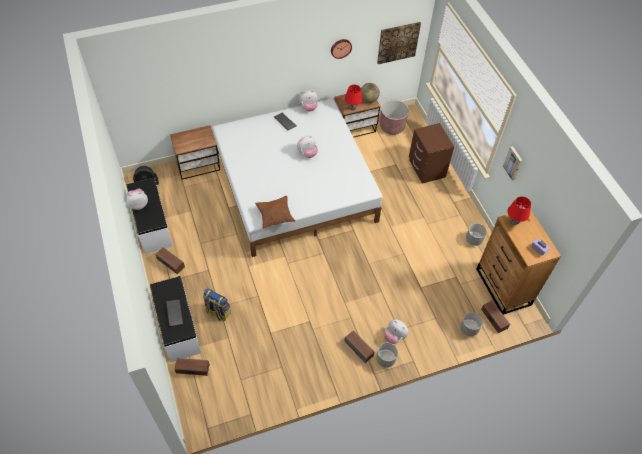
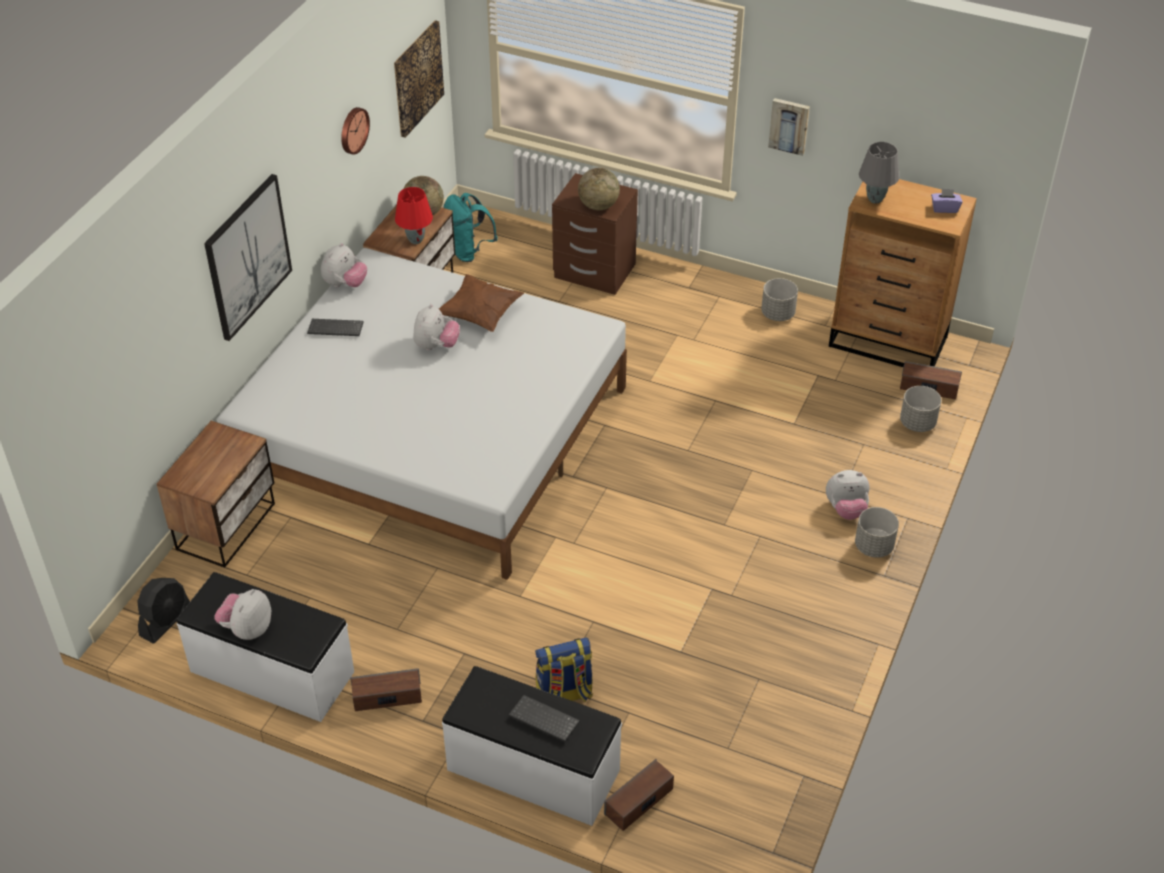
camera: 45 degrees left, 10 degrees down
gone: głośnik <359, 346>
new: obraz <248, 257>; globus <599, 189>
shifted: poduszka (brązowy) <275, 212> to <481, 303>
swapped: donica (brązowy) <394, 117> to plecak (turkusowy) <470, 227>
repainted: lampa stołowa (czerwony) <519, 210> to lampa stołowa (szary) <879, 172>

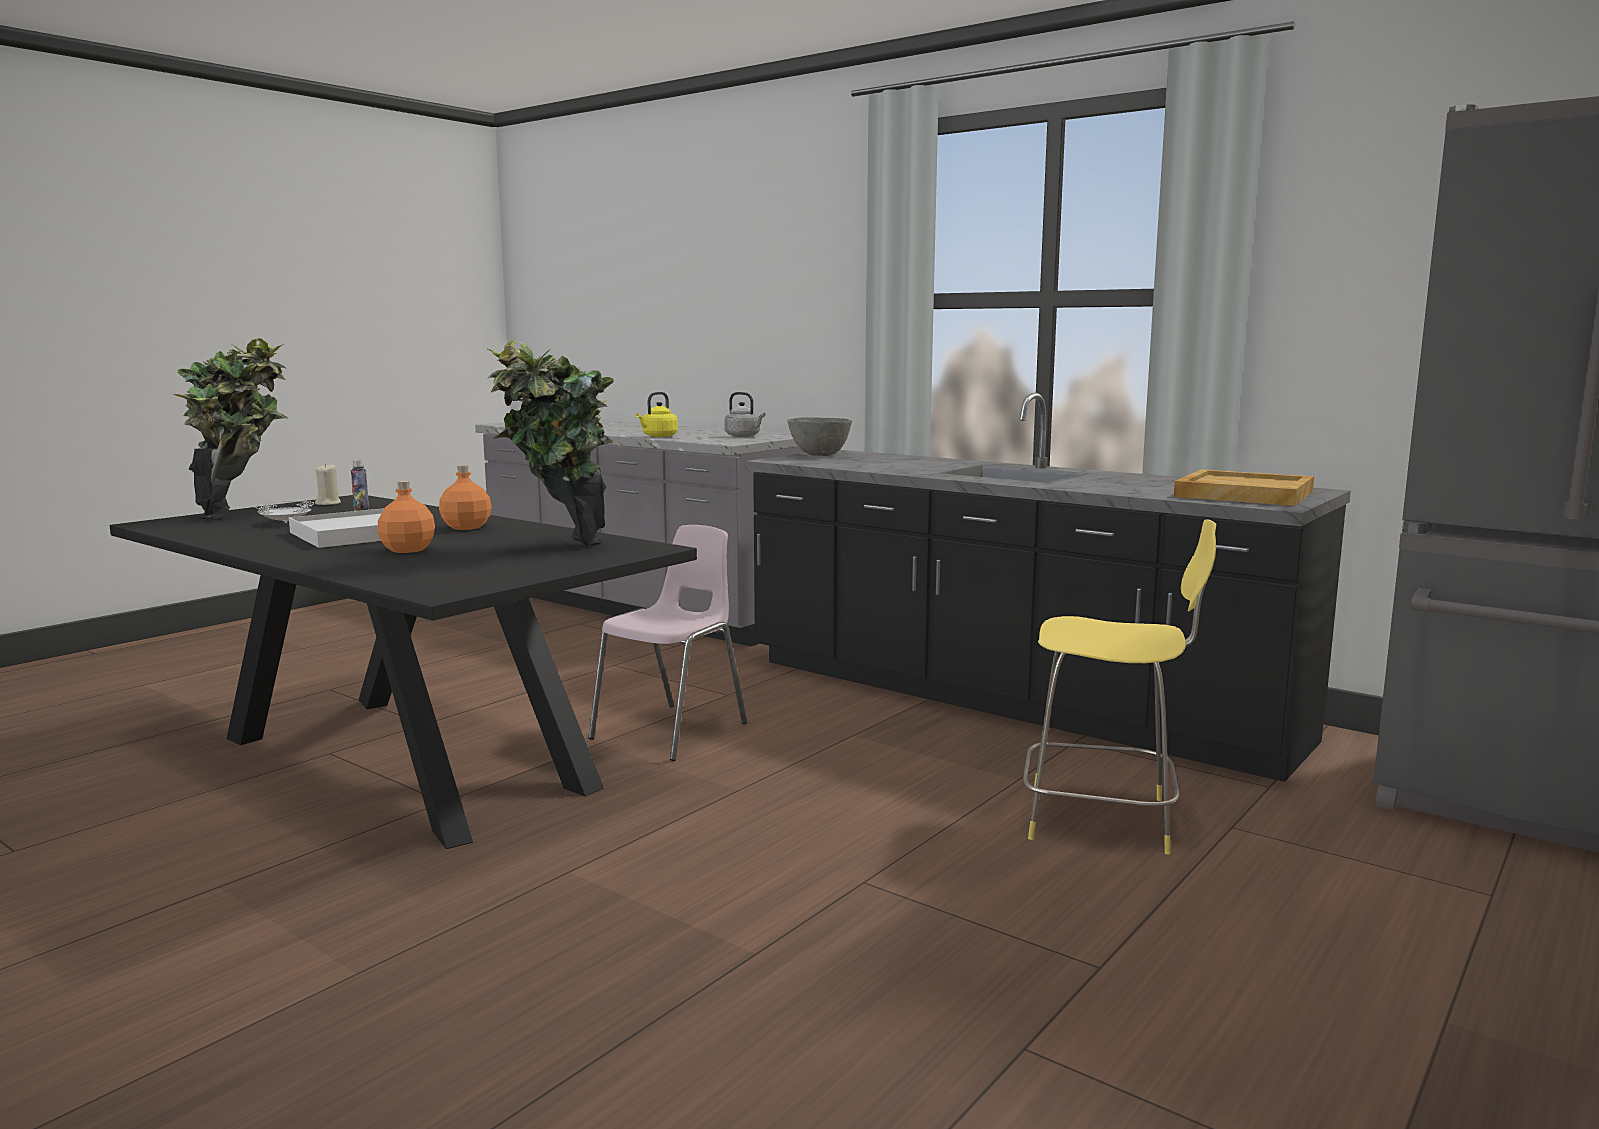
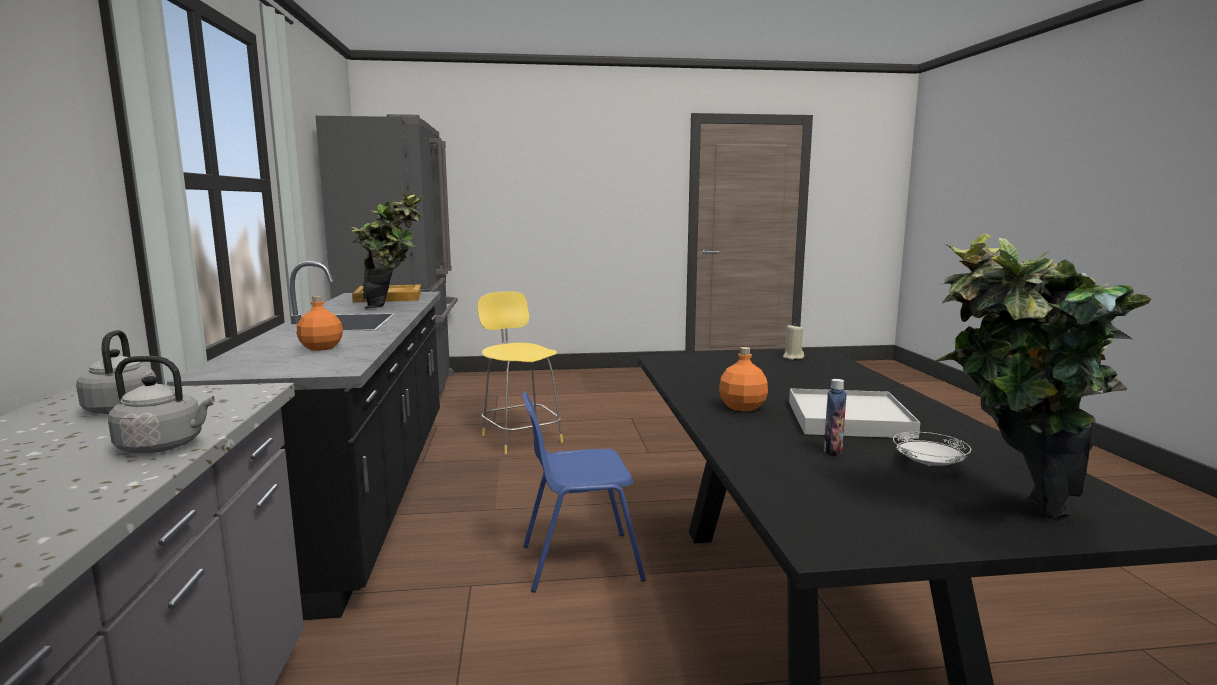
camera: 135 degrees left, 0 degrees up
gone: miska (szary) <819, 436>
shifted: świeca (beżowy) <328, 484> to <793, 342>; butelka (pomarańczowy) <406, 517> to <320, 323>; roślina doniczkowa <550, 443> to <387, 250>
repainted: krzesło (różowy) <667, 643> to krzesło (niebieski) <584, 492>; czajnik (żółty) <657, 414> to czajnik (szary) <161, 404>

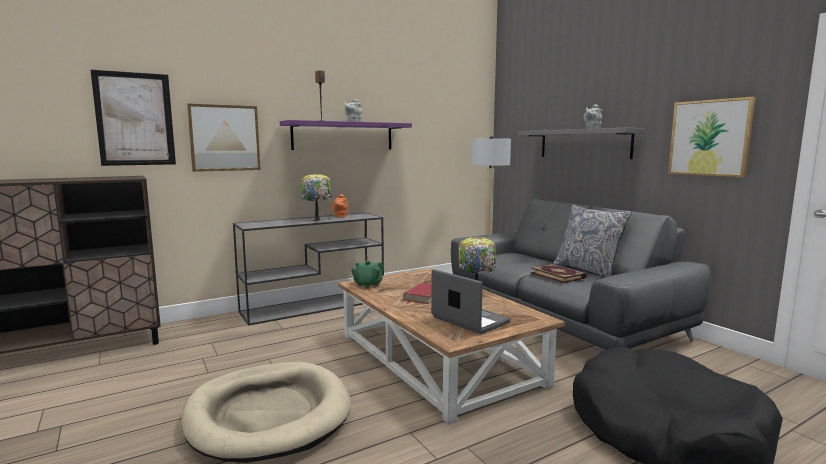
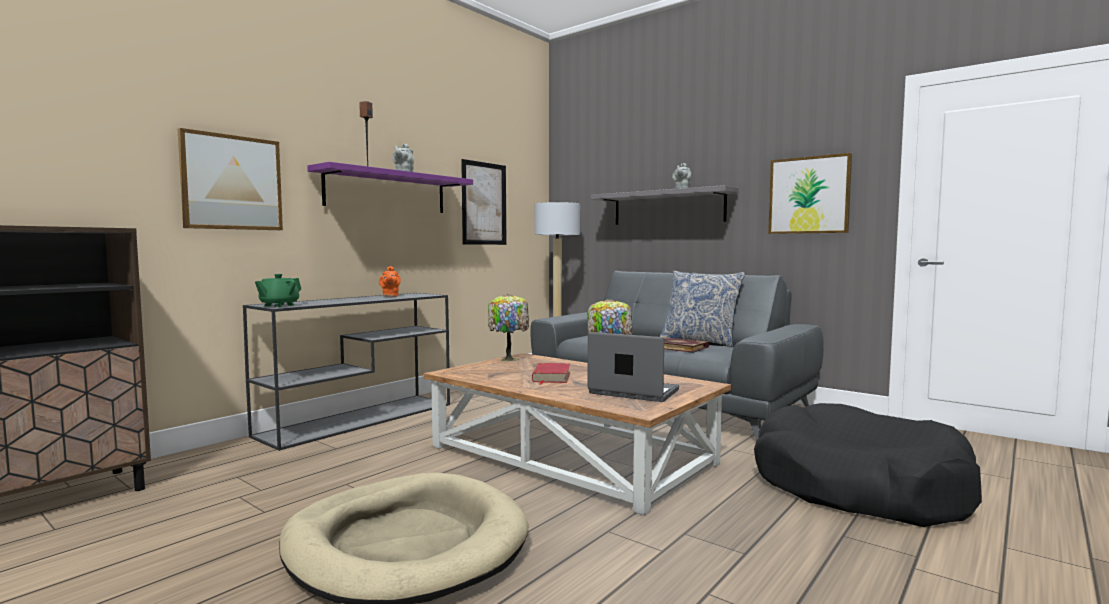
camera: 20 degrees left, 5 degrees down
shifted: obraz <133, 118> to <483, 202>; lampa stołowa <316, 197> to <508, 327>; imbryk (zielony) <367, 274> to <278, 290>

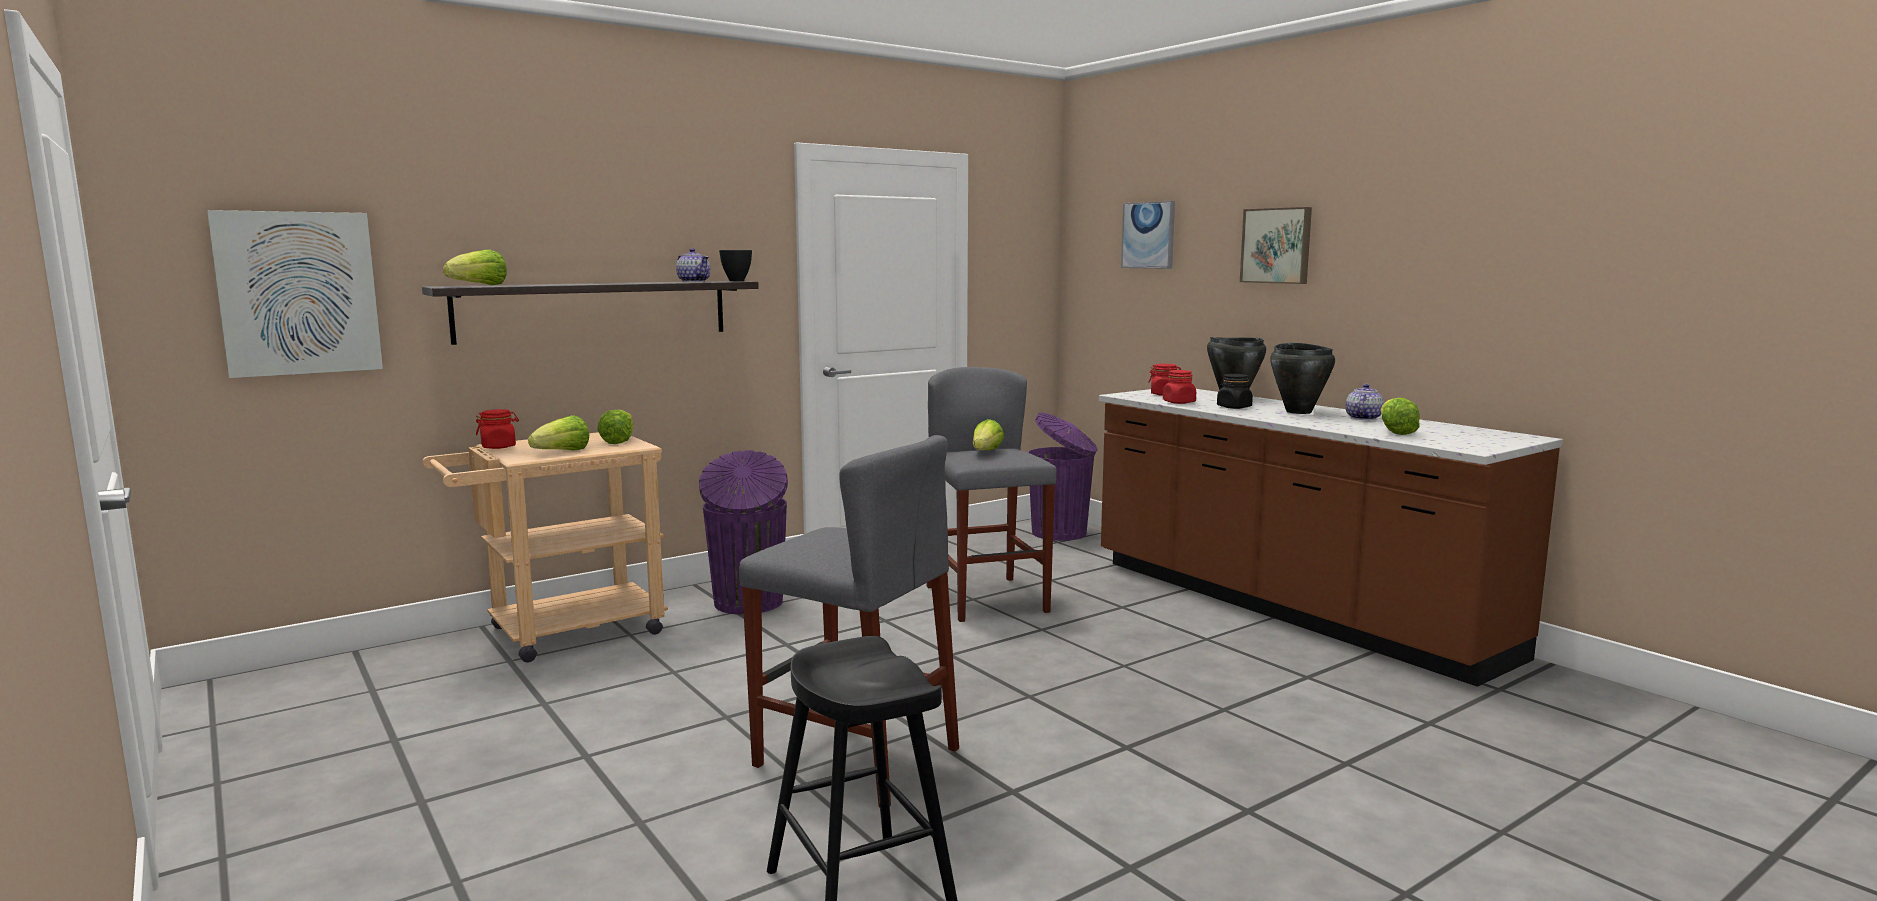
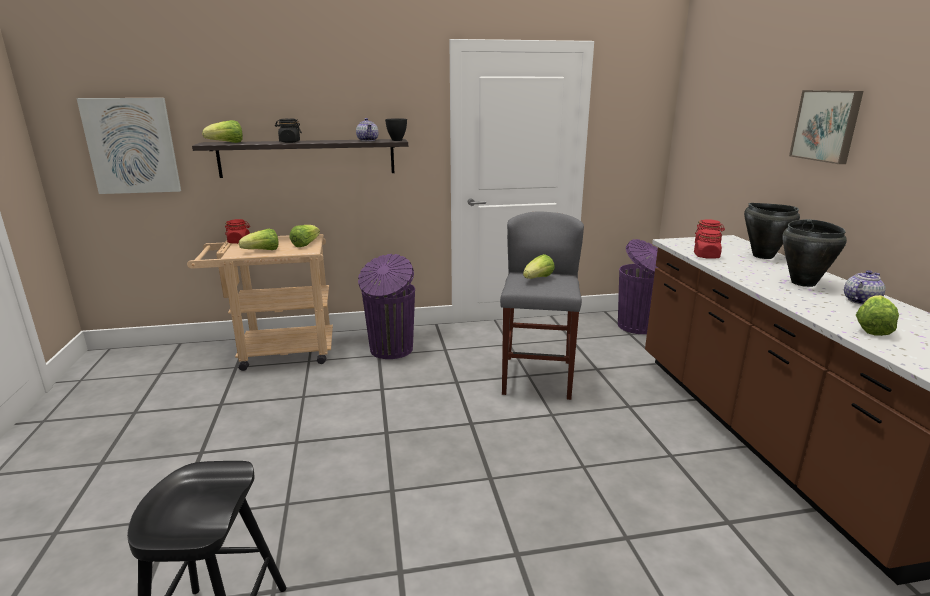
camera: 25 degrees right, 10 degrees up
gone: stołek (szary) <849, 621>; obraz <1148, 235>
shifted: słoik (czarny) <1235, 391> to <288, 131>

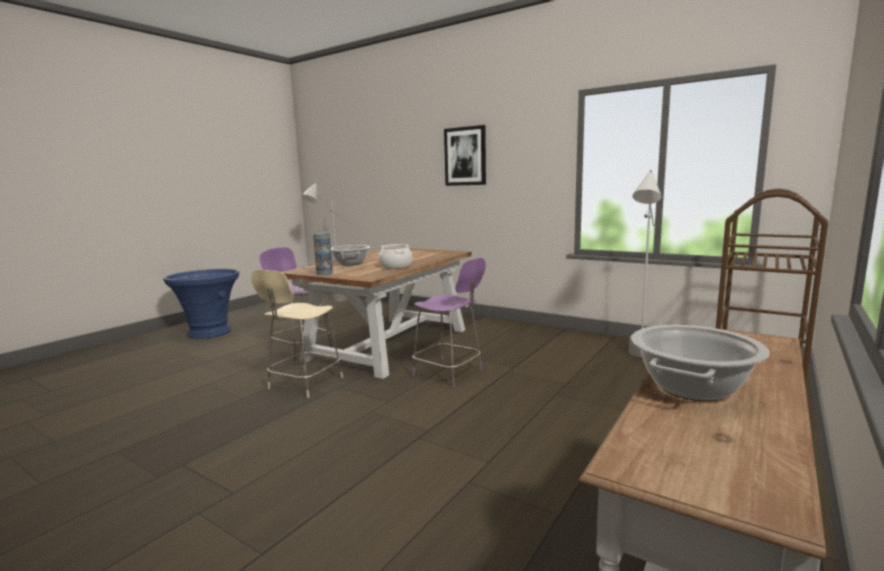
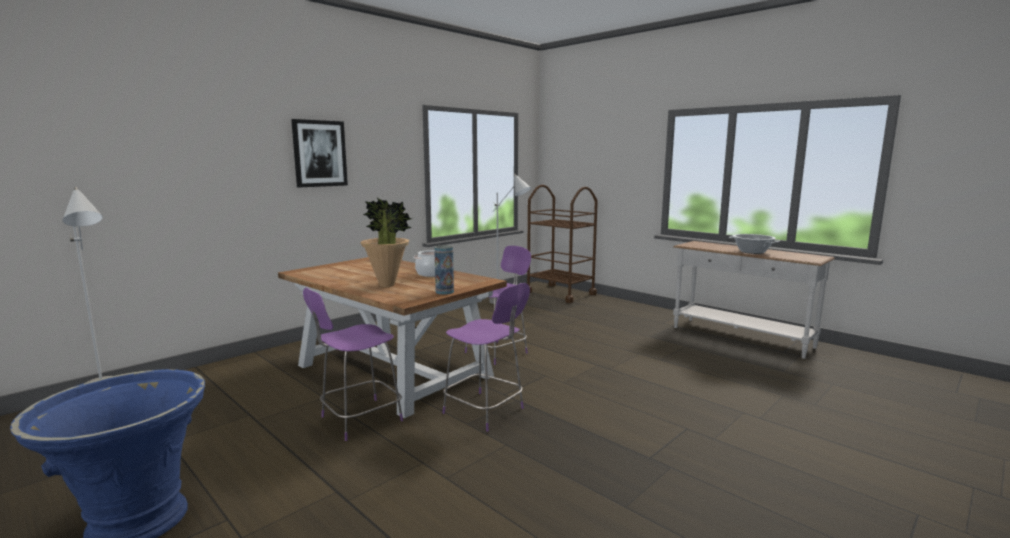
camera: 80 degrees left, 0 degrees up
swapped: garnek <350, 255> to roślina doniczkowa <386, 242>
repainted: krzesło (beżowy) <297, 334> to krzesło (fioletowy) <486, 357>

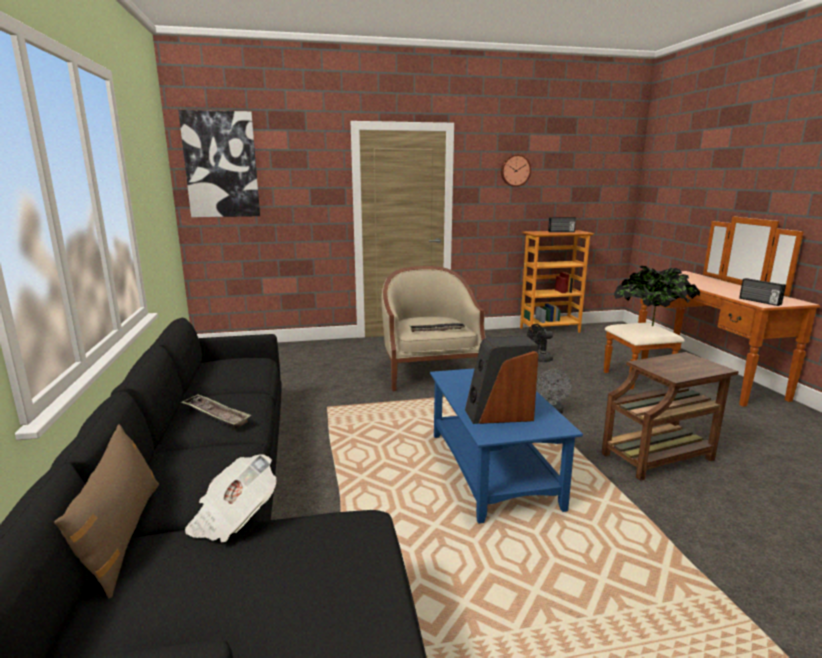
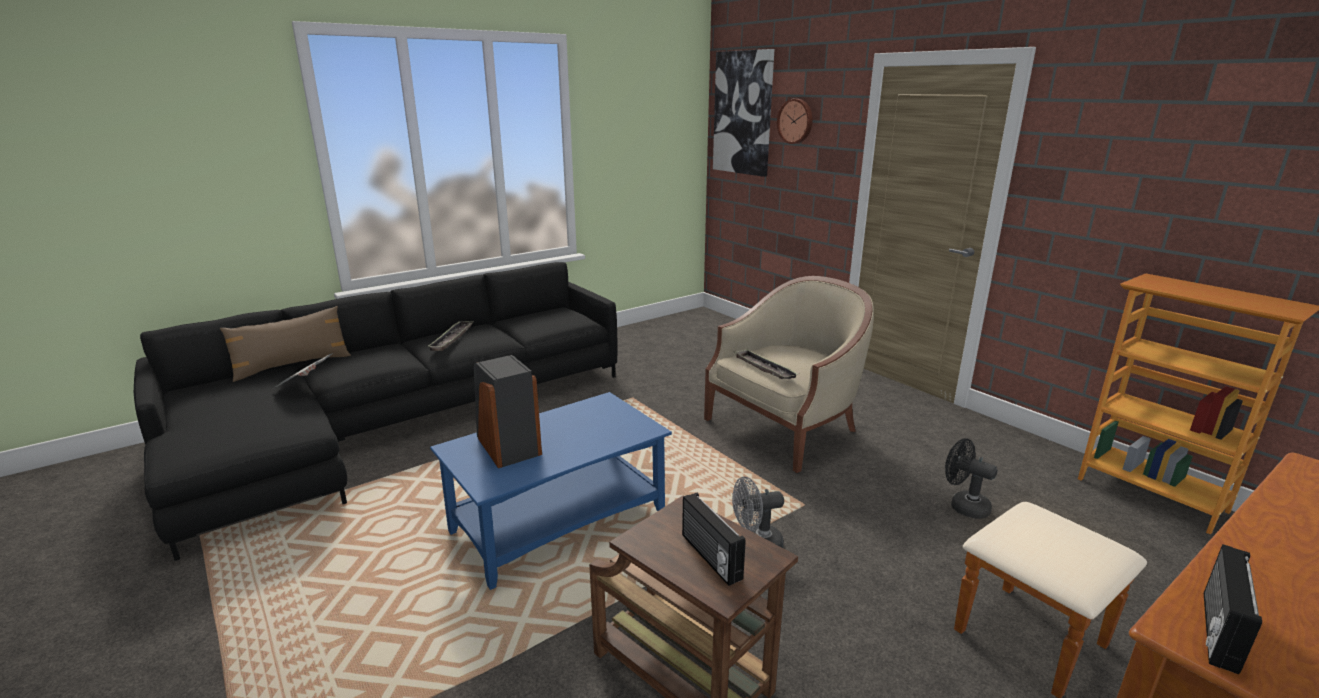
camera: 65 degrees right, 5 degrees up
gone: roślina doniczkowa <657, 296>
shifted: zegar ścienny <516, 170> to <795, 121>; radio <562, 224> to <714, 539>

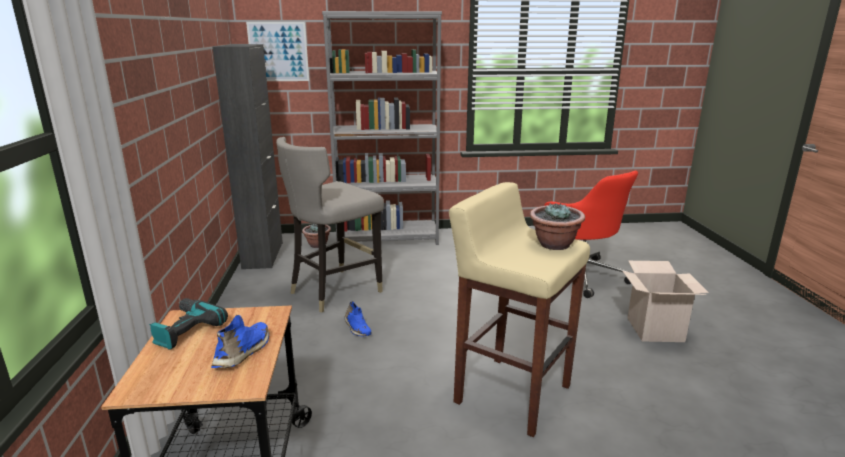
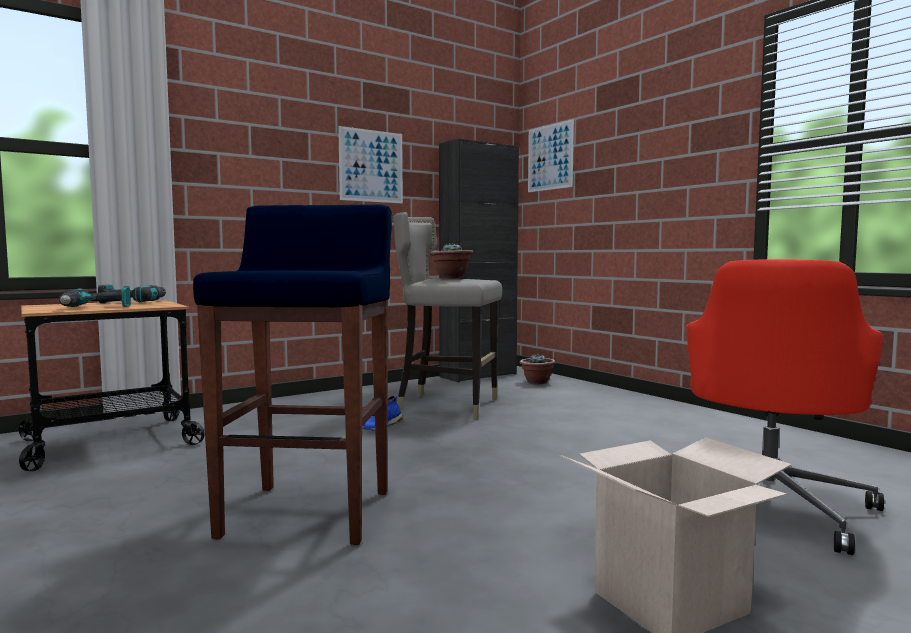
camera: 60 degrees right, 15 degrees down
gone: regał (szary) <382, 129>
new: obraz <370, 164>
shifted: roślina doniczkowa <557, 226> to <451, 261>
swapped: but (niebieski) <240, 341> to wiertarka <95, 296>
repainted: stołek (beżowy) <519, 309> to stołek (niebieski) <292, 374>

